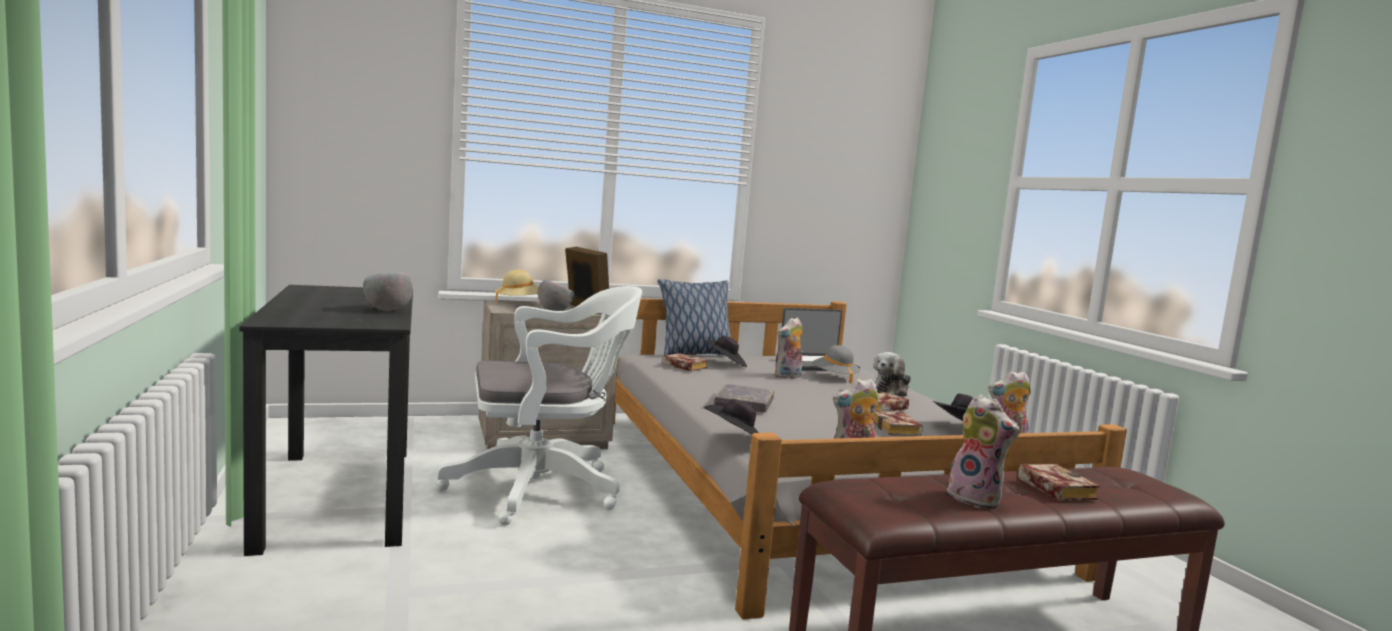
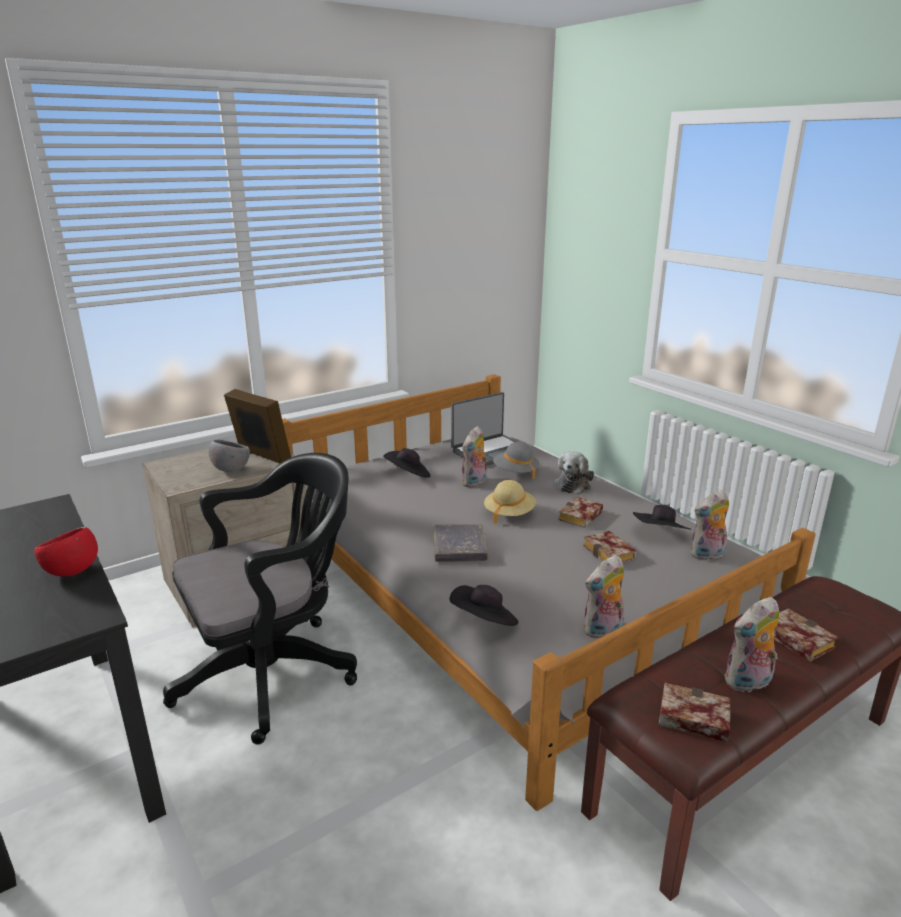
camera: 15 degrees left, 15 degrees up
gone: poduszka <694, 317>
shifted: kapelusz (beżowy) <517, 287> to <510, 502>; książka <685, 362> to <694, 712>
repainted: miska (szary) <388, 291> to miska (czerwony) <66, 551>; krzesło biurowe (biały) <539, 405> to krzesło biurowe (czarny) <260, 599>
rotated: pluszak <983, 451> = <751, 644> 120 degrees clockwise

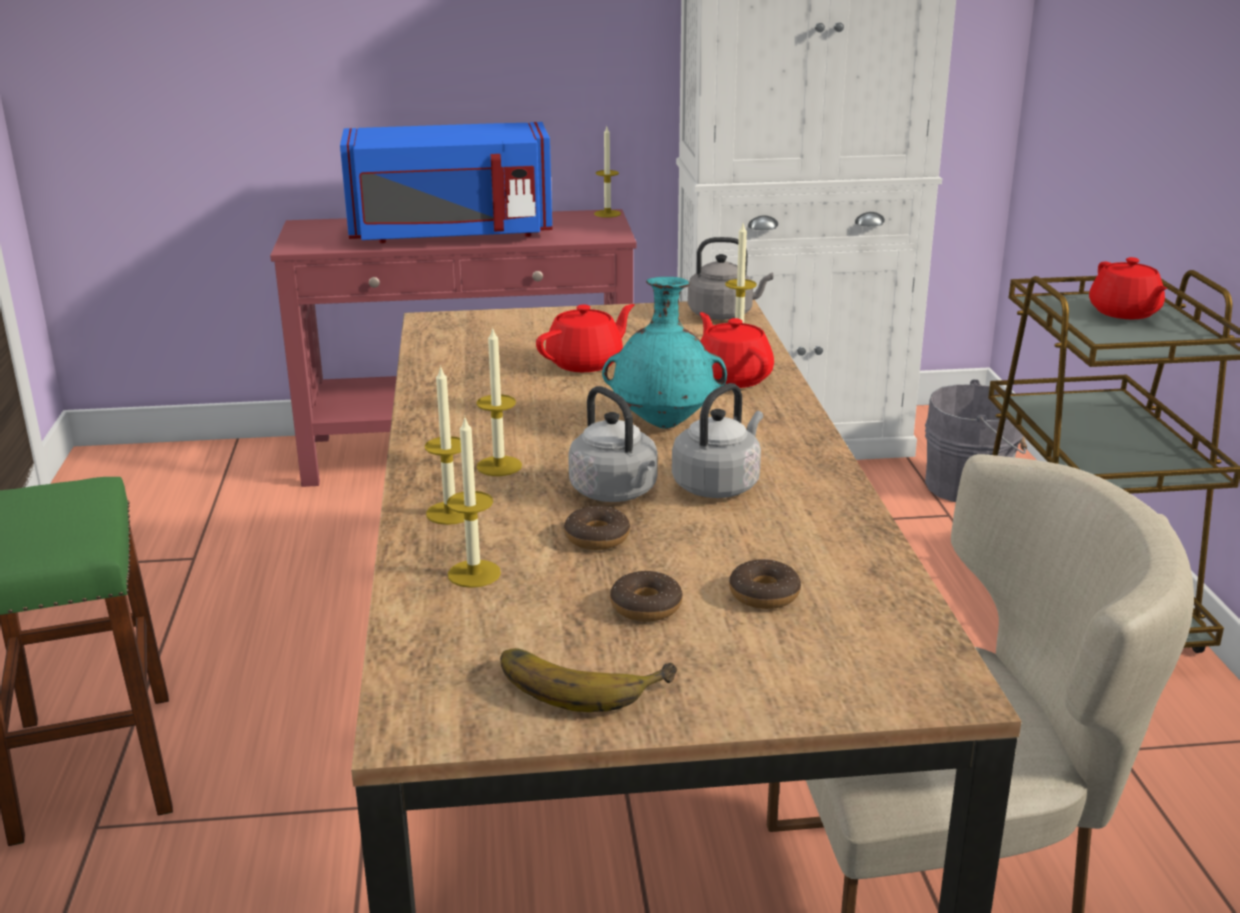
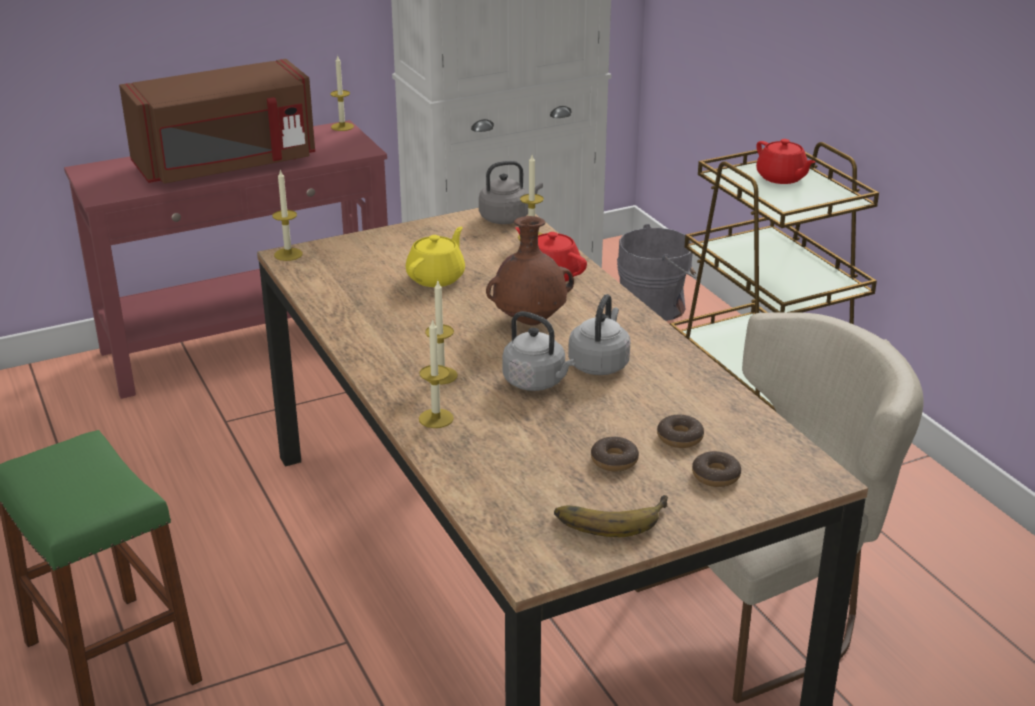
camera: 20 degrees left, 5 degrees up
shifted: świeca <474, 503> to <287, 215>; donut <597, 528> to <716, 469>
repainted: mikrofalówka (niebieski) <446, 182> to mikrofalówka (brązowy) <217, 121>; imbryk (czerwony) <585, 338> to imbryk (żółty) <435, 257>; wazon (turkusowy) <664, 353> to wazon (brązowy) <530, 271>

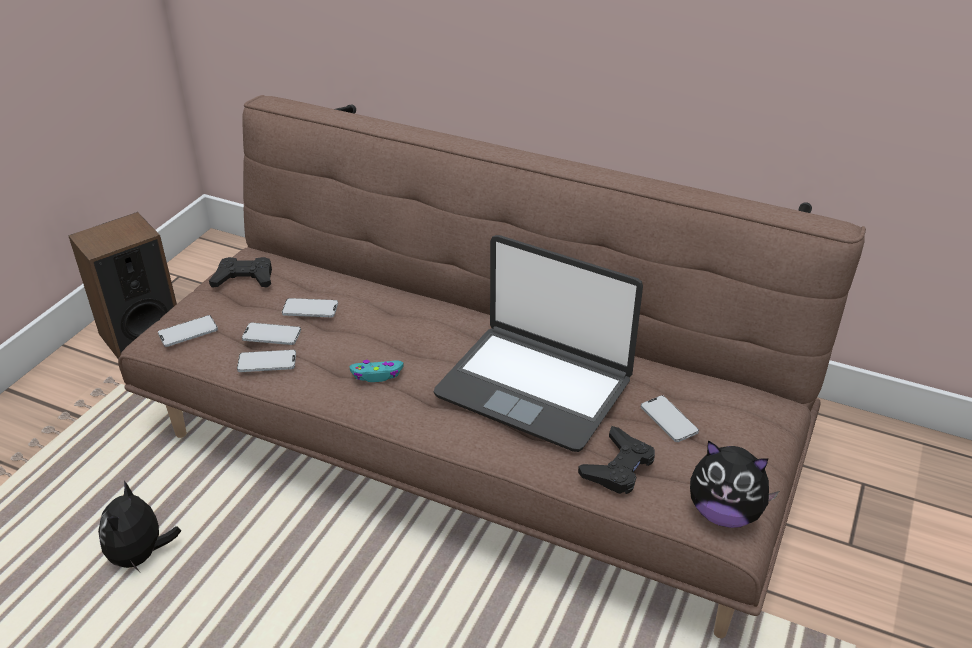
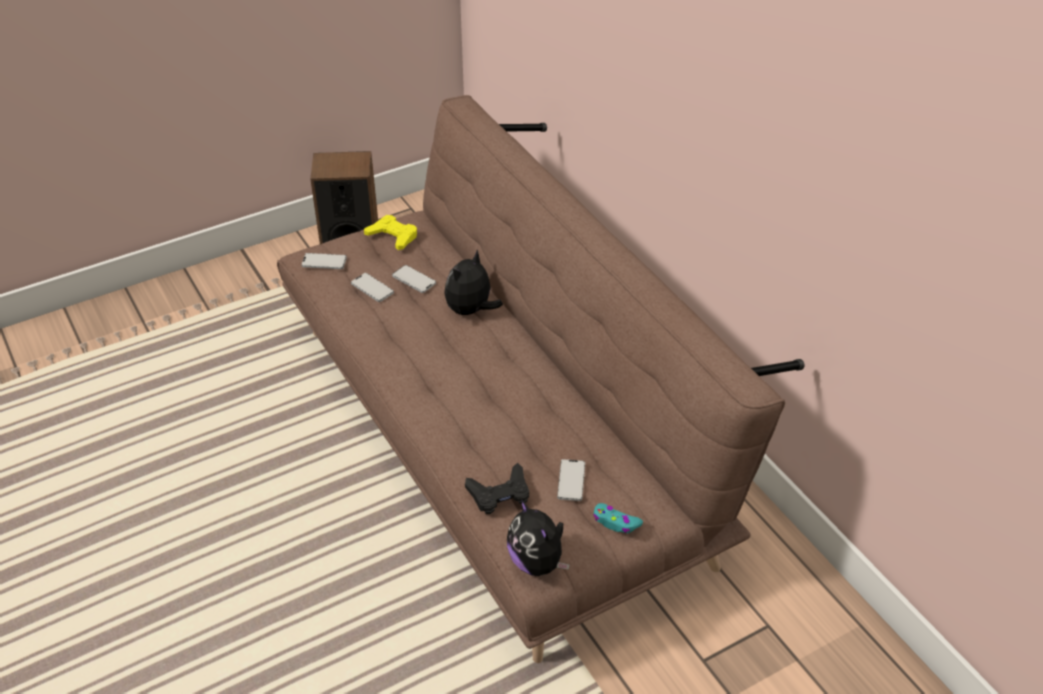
camera: 35 degrees right, 5 degrees up
gone: telefon <266, 361>; laptop <538, 343>
shifted: pluszak <139, 526> to <473, 284>; pad do gier (turkusowy) <377, 371> to <618, 518>
repainted: pad do gier (czarny) <240, 272> to pad do gier (żółty) <390, 232>

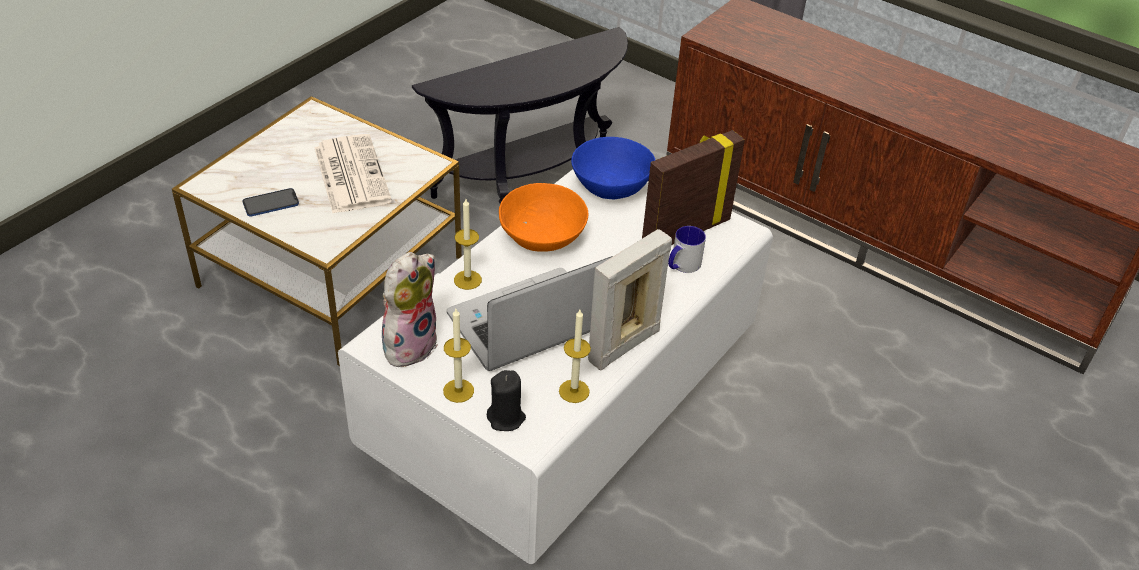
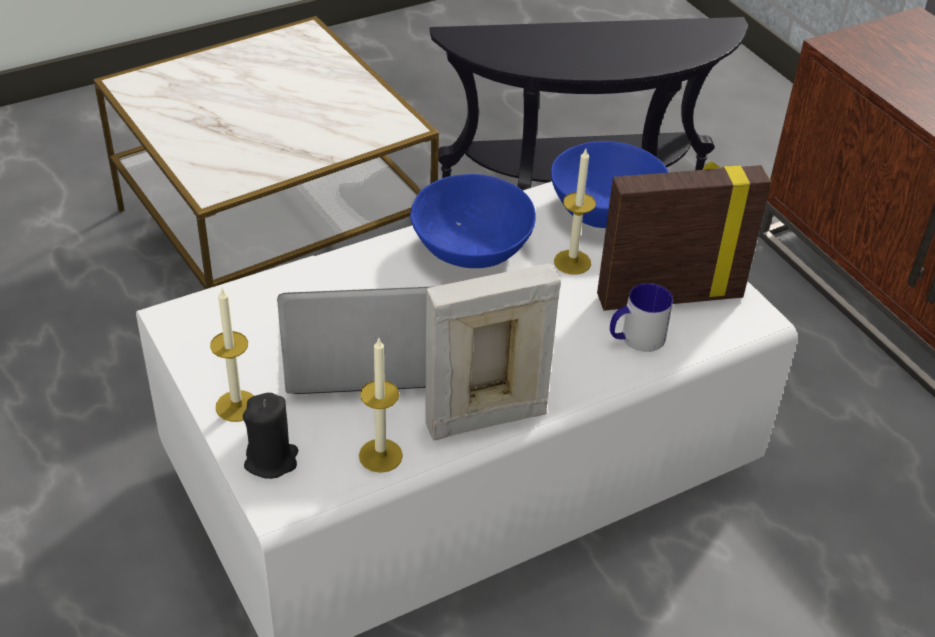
camera: 25 degrees right, 0 degrees up
gone: telefon <271, 202>; gazeta <353, 173>; pluszak <410, 309>
shifted: świeca <468, 244> to <575, 212>
repainted: miska (pomarańczowy) <543, 217> to miska (niebieski) <473, 221>

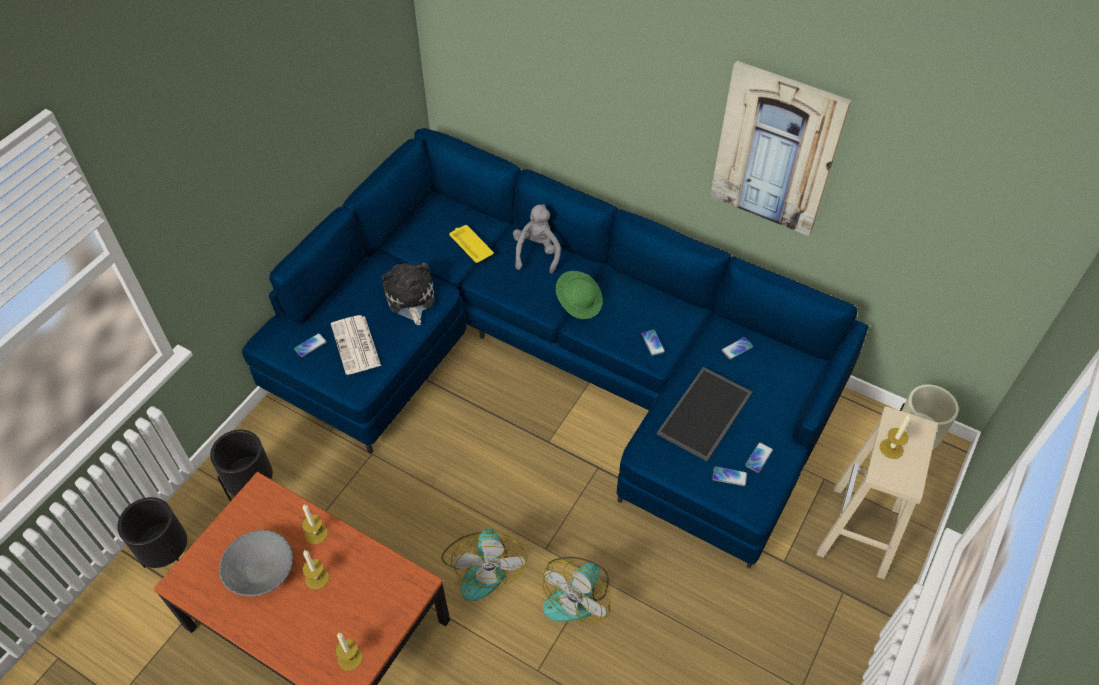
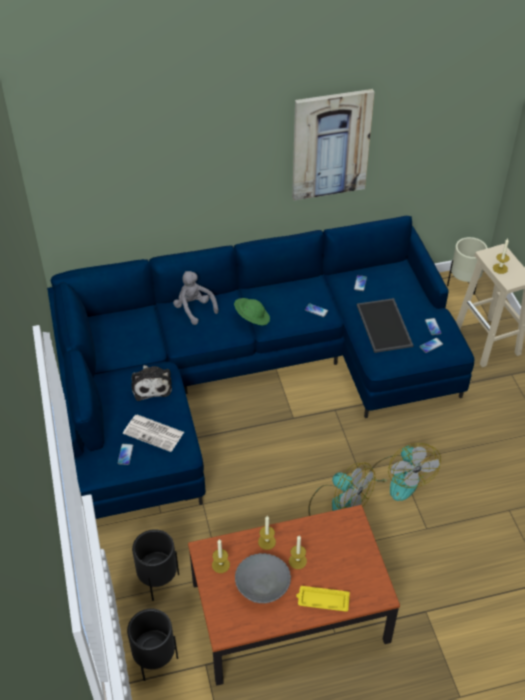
camera: 45 degrees left, 5 degrees down
shifted: świeca <349, 652> to <221, 556>; taca (żółty) <471, 244> to <323, 599>
rotated: pluszak <407, 293> = <151, 383> 135 degrees counterclockwise

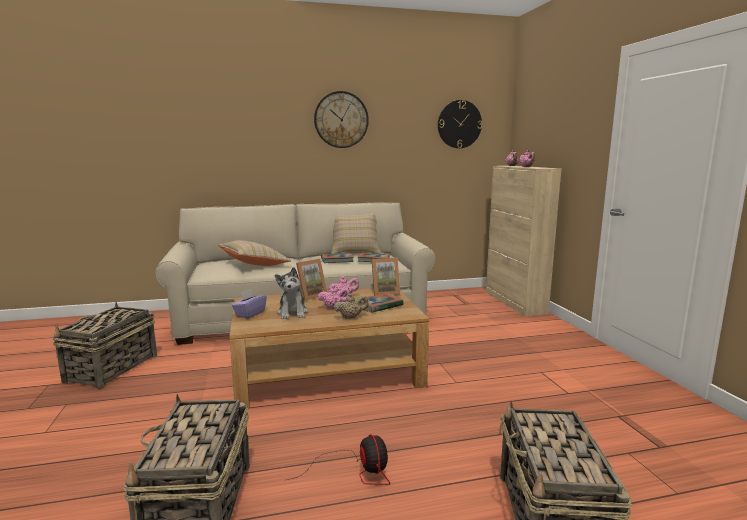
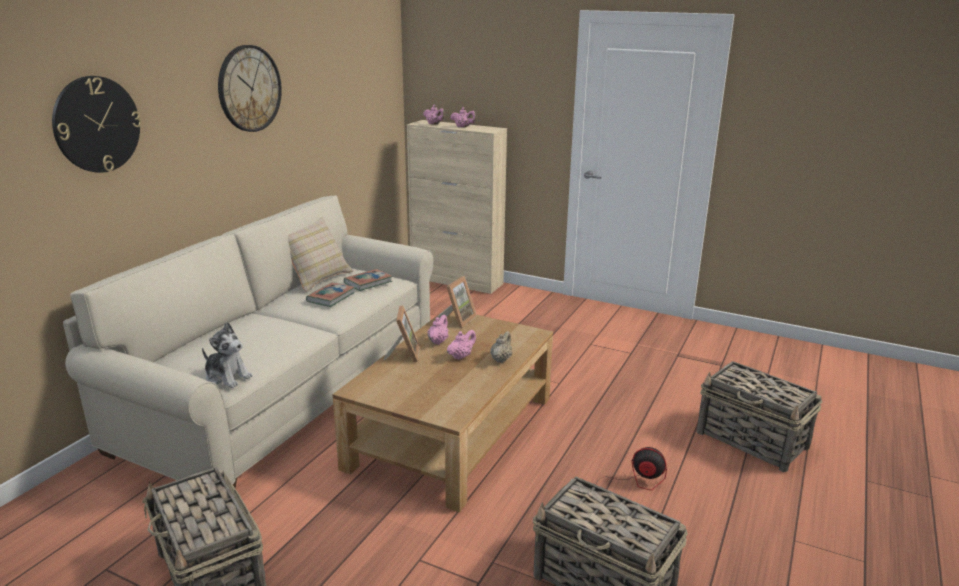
camera: 50 degrees left, 10 degrees up
gone: poduszka (beżowy) <254, 253>; pudełko chusteczek (fioletowy) <249, 304>; książka <382, 303>
shifted: pluszak <291, 293> to <227, 355>; zegar ścienny <460, 124> to <96, 124>

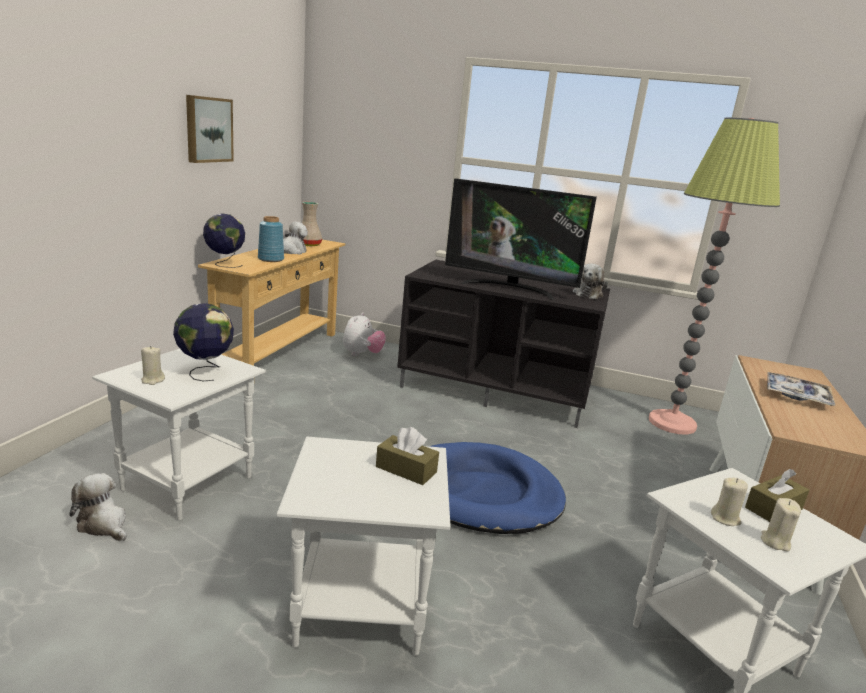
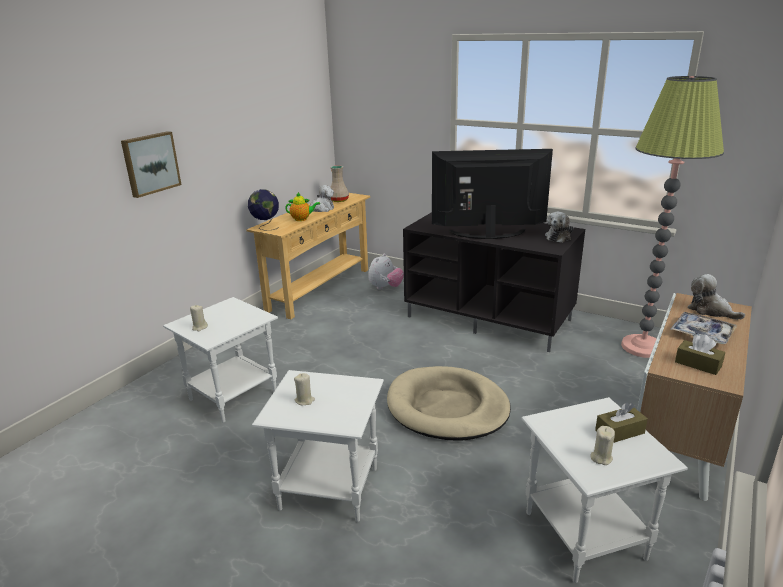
camera: 15 degrees right, 5 degrees up
gone: globus <203, 342>
shifted: pluszak <98, 507> to <716, 297>; obraz <210, 129> to <151, 164>; pudełko chusteczek (brązowy) <407, 456> to <700, 355>; świeca (beżowy) <729, 502> to <304, 389>
swapped: wazon (niebieski) <271, 239> to imbryk <302, 206>
repainted: legowisko (niebieski) <497, 488> to legowisko (beżowy) <449, 403>
rotated: telewizor <521, 238> = <492, 194> 150 degrees clockwise

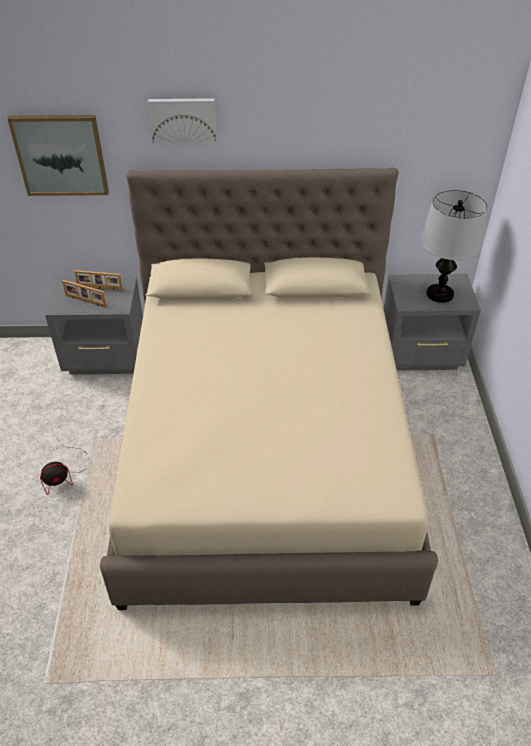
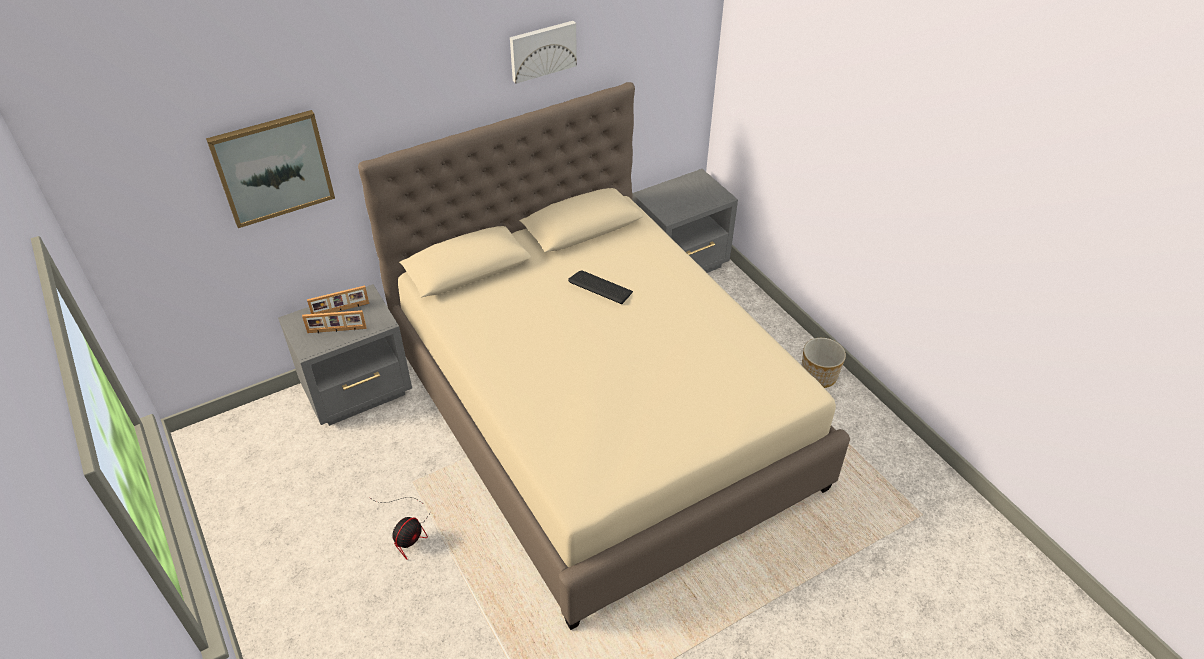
camera: 30 degrees left, 0 degrees up
gone: lampa stołowa <454, 246>
new: klawiatura <600, 287>; donica <823, 363>
shifted: obraz <182, 120> to <543, 52>

